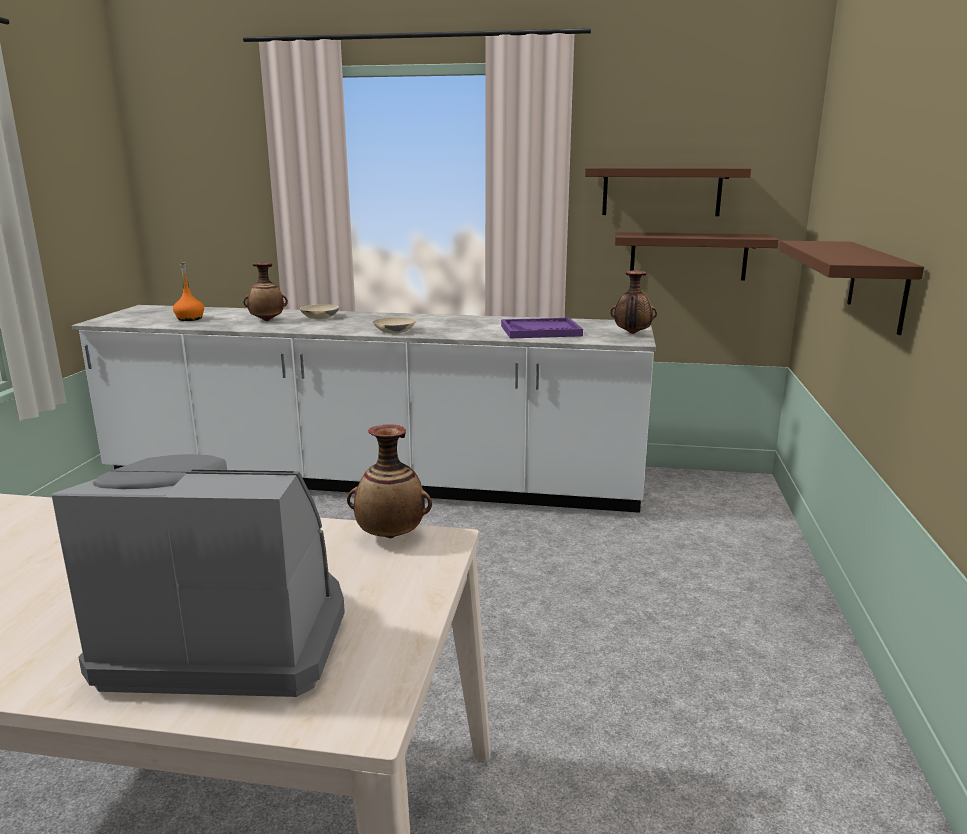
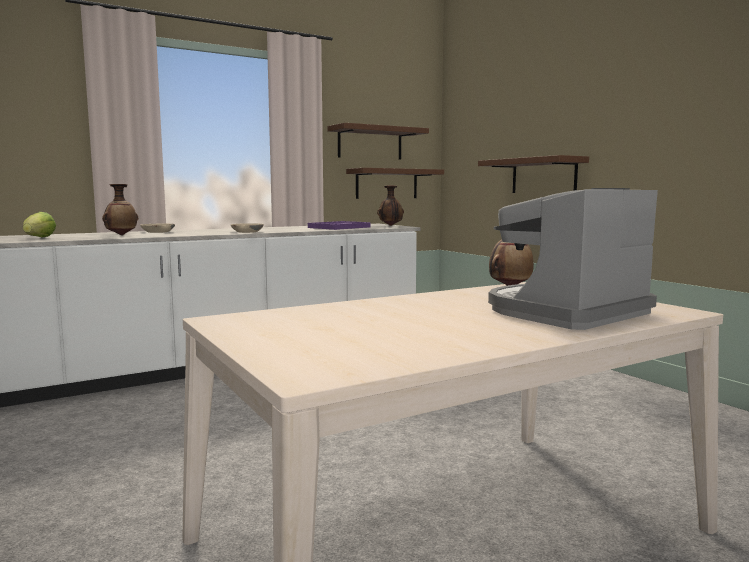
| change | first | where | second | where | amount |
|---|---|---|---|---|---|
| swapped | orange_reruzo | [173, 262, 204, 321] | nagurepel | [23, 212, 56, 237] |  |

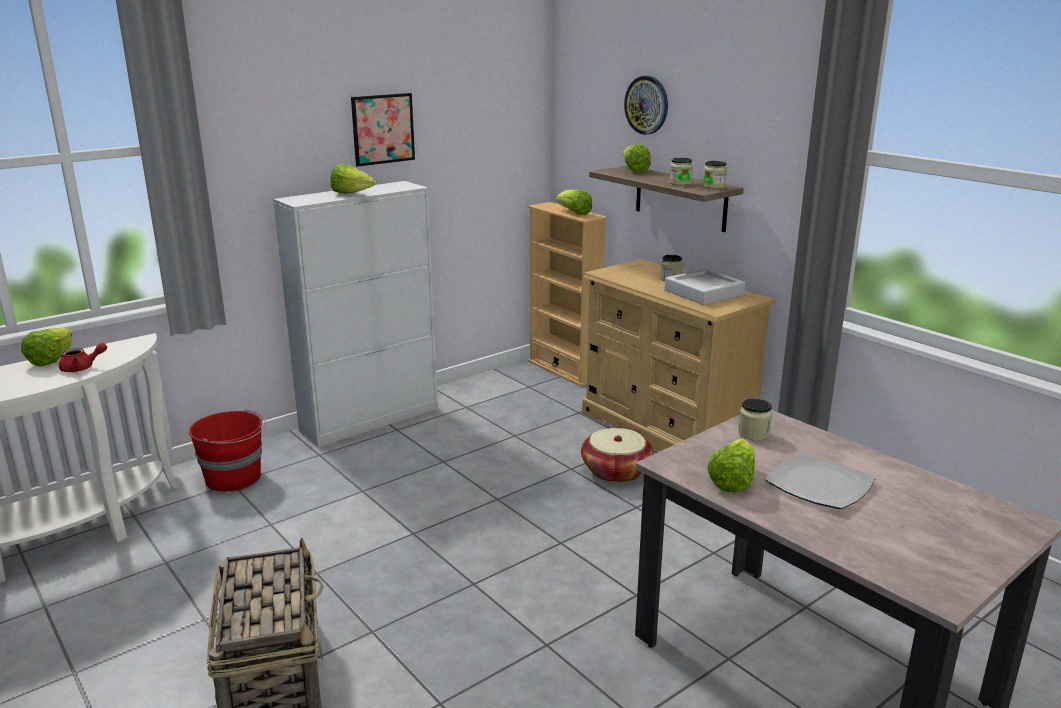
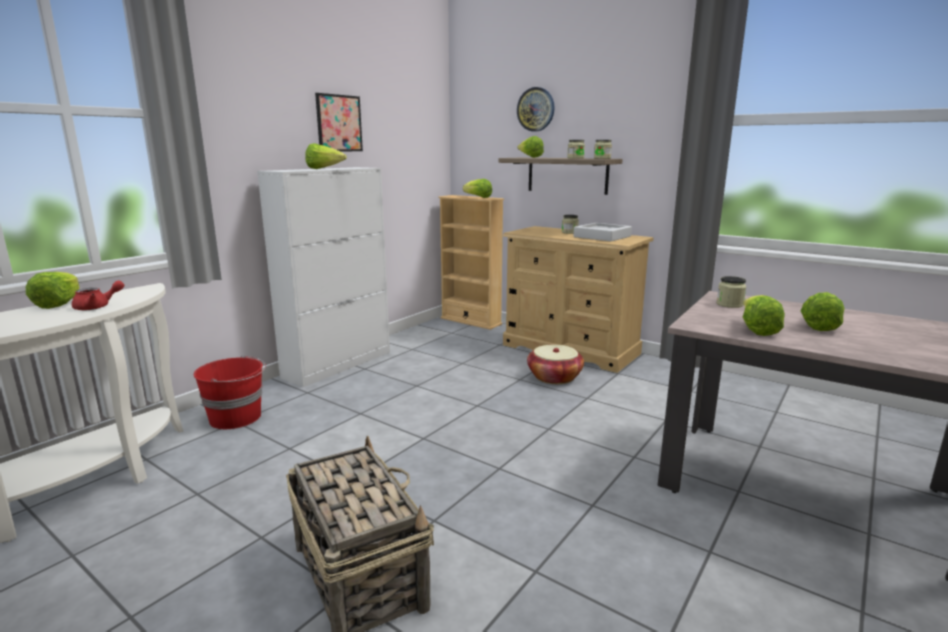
| change | first | where | second | where | amount |
|---|---|---|---|---|---|
| swapped | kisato | [765, 451, 876, 509] | nagurepel | [801, 292, 845, 331] |  |

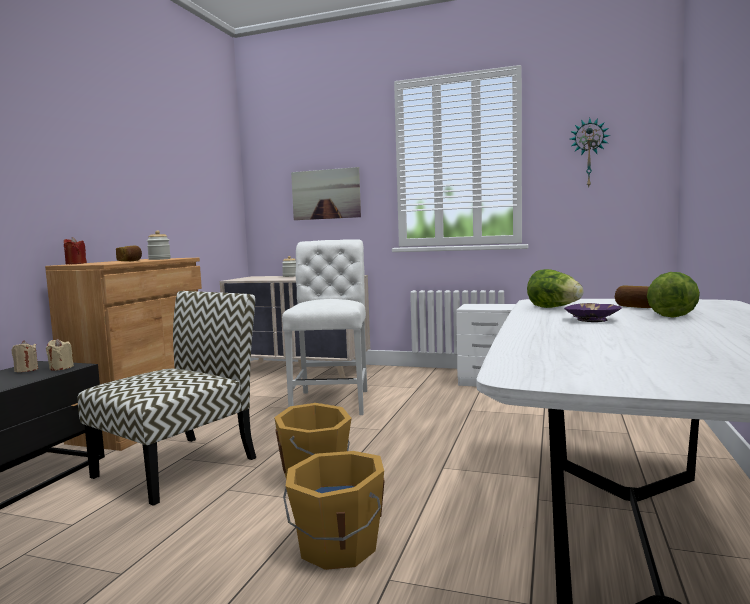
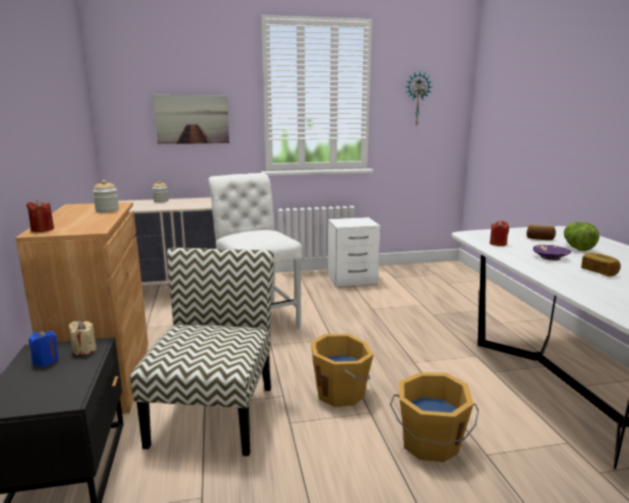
| change | first | where | second | where | amount |
|---|---|---|---|---|---|
| repainted | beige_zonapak | [11, 340, 38, 372] | blue_zonapak | [29, 330, 59, 366] |  |
| shifted | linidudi | [116, 246, 142, 261] |  | [581, 253, 621, 276] |  |
| swapped | nagurepel | [527, 269, 584, 308] | red_zonapak | [490, 220, 509, 246] |  |

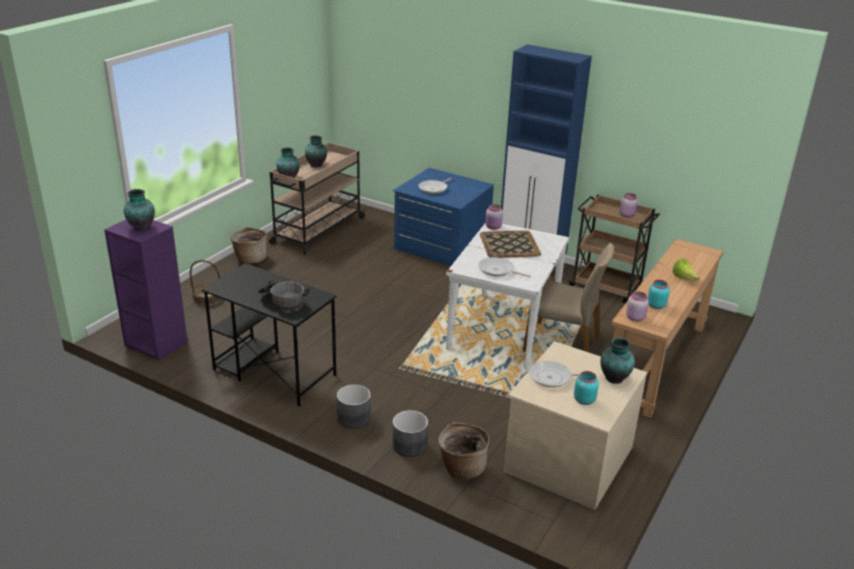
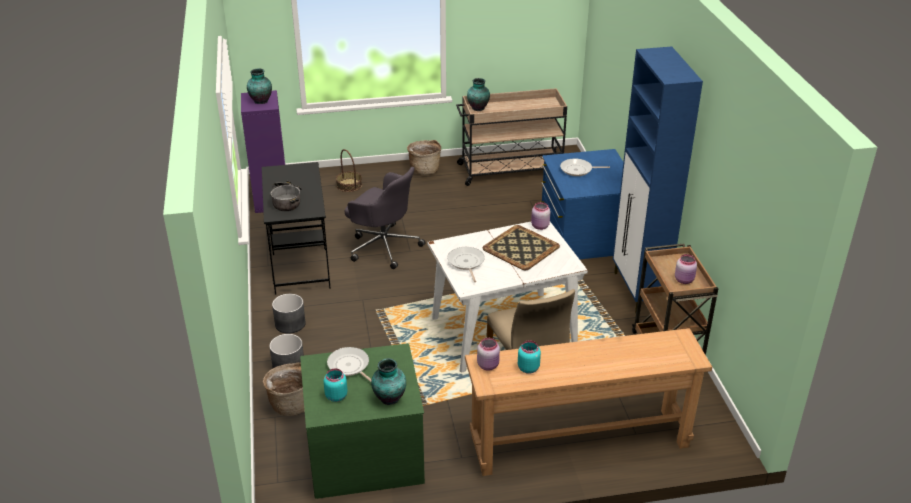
| change | first | where | second | where | amount |
|---|---|---|---|---|---|
| gone | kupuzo | [305, 135, 327, 167] |  |  |  |
| repainted | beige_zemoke | [504, 341, 647, 510] | green_zemoke | [300, 343, 425, 499] |  |
| gone | nagurepel | [672, 259, 700, 281] |  |  |  |
| new |  |  | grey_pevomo | [345, 167, 425, 269] |  |

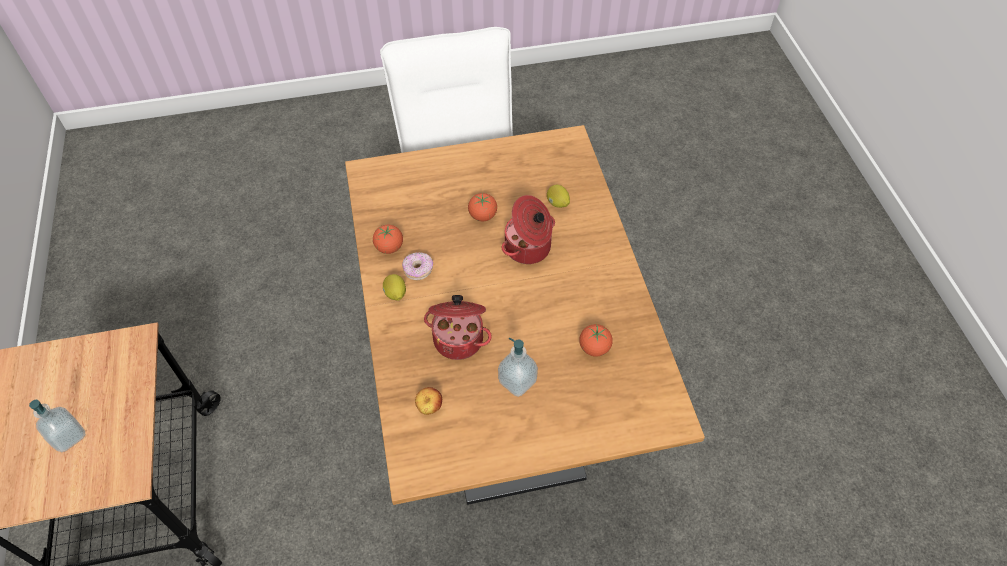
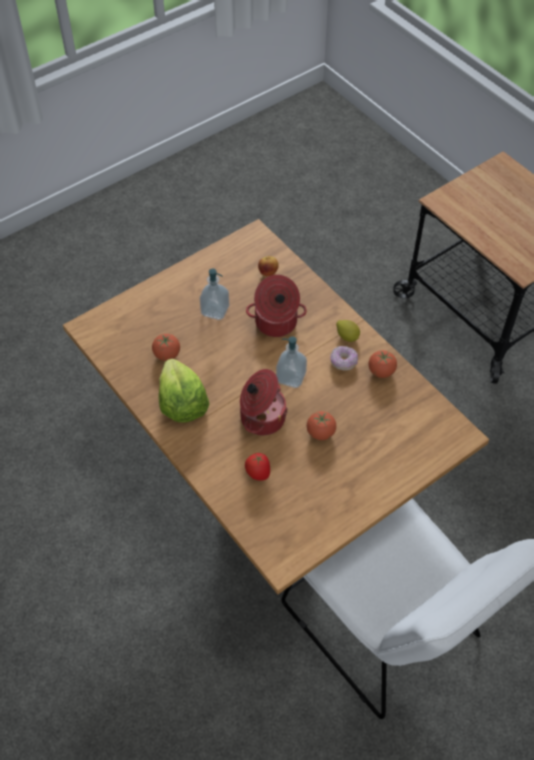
| change | first | where | second | where | amount |
|---|---|---|---|---|---|
| shifted | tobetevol | [29, 400, 85, 452] |  | [276, 336, 307, 388] |  |
| swapped | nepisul | [547, 185, 570, 208] | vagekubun | [245, 453, 270, 481] |  |
| new |  |  | nagurepel | [158, 359, 209, 422] |  |

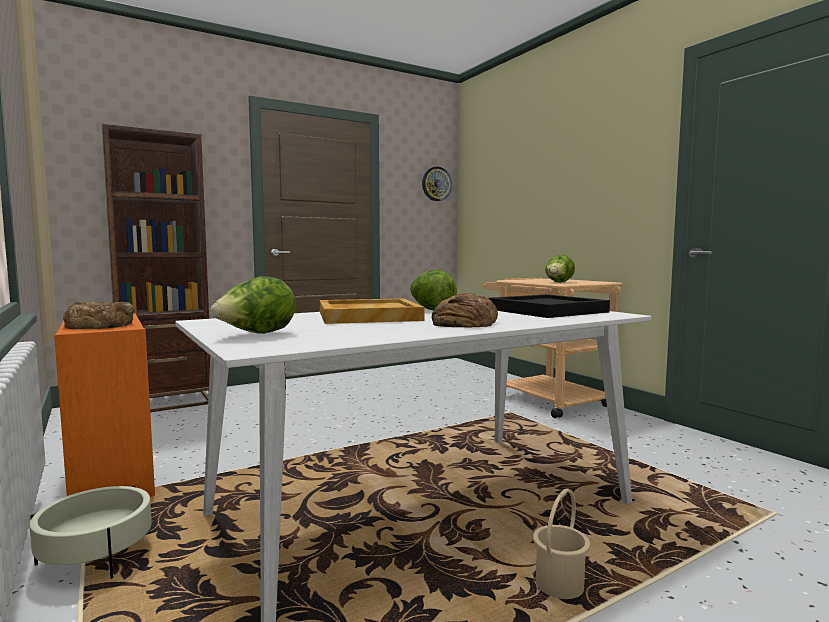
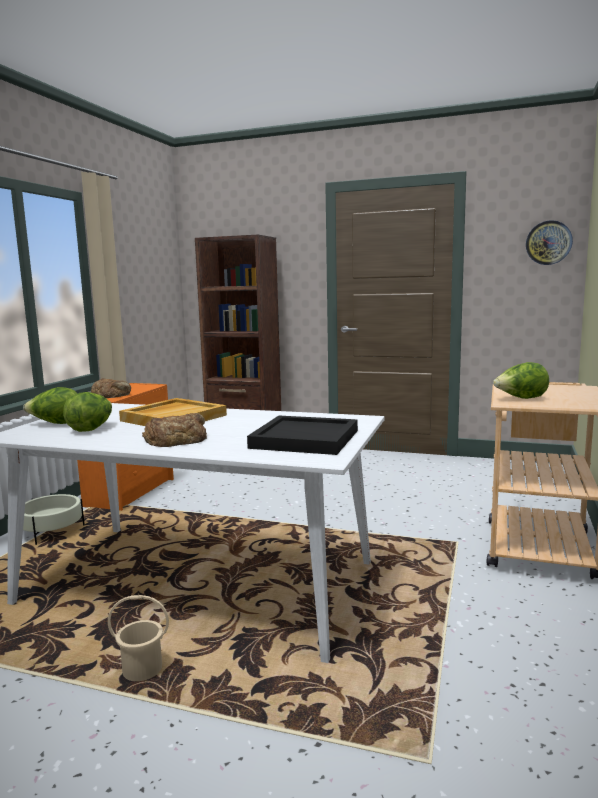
| change | first | where | second | where | amount |
|---|---|---|---|---|---|
| shifted | nagurepel | [410, 270, 457, 310] |  | [63, 392, 112, 432] |  |

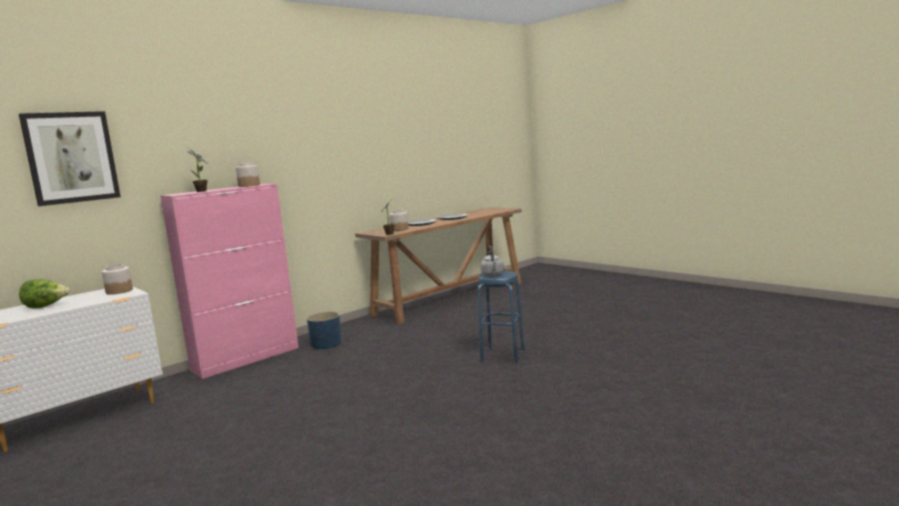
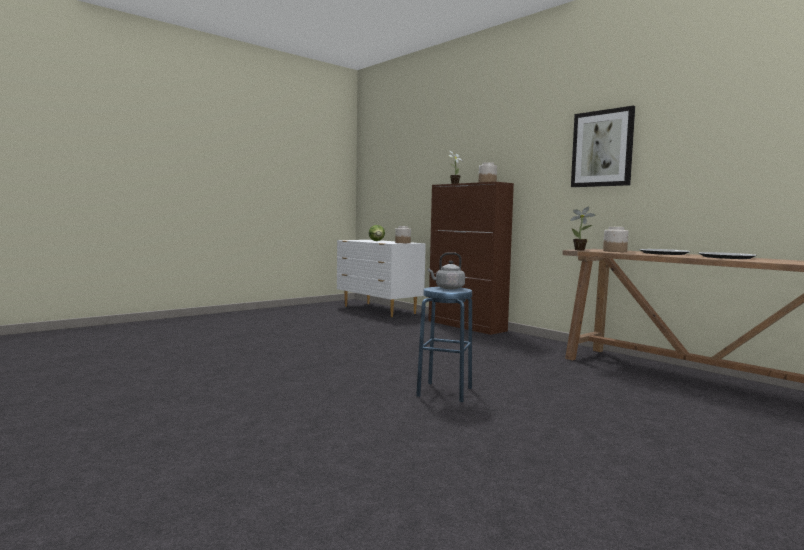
| change | first | where | second | where | amount |
|---|---|---|---|---|---|
| shifted | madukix | [19, 111, 121, 206] |  | [571, 106, 635, 187] |  |
| repainted | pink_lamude | [160, 184, 299, 379] | brown_lamude | [428, 182, 514, 335] |  |
| gone | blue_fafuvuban | [307, 312, 342, 349] |  |  |  |

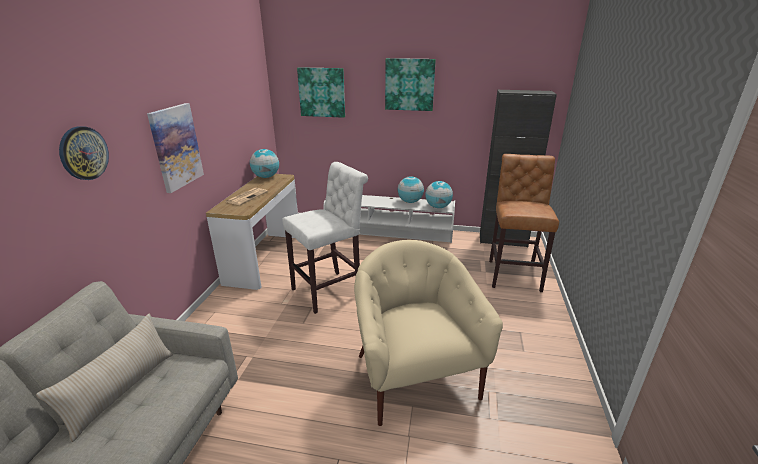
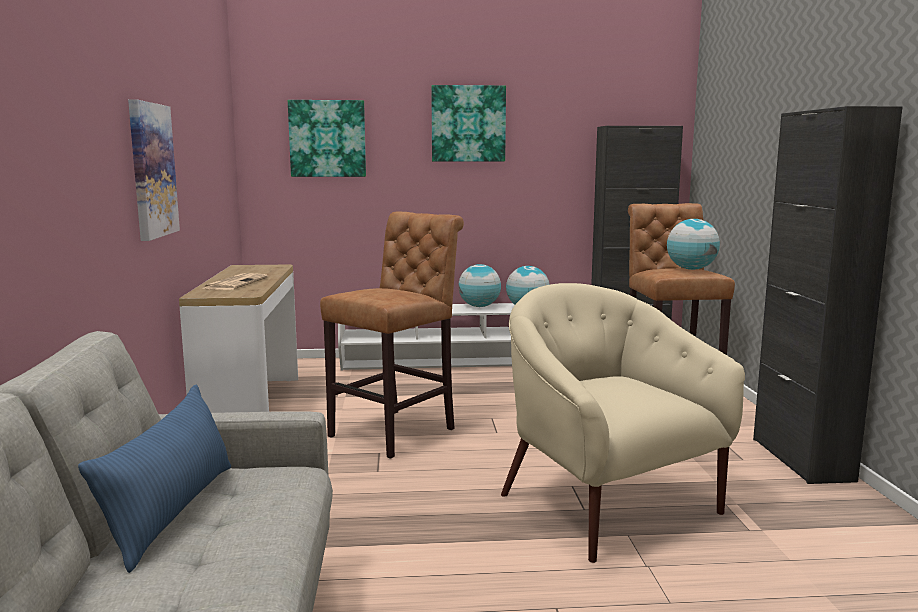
| change | first | where | second | where | amount |
|---|---|---|---|---|---|
| repainted | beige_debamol | [36, 314, 173, 442] | blue_debamol | [78, 385, 231, 573] |  |
| gone | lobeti | [59, 126, 109, 180] |  |  |  |
| shifted | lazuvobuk | [250, 149, 279, 178] |  | [667, 219, 720, 270] |  |
| repainted | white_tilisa | [282, 162, 368, 314] | brown_tilisa | [320, 212, 464, 459] |  |
| new |  |  | black_lamude | [753, 106, 902, 484] |  |

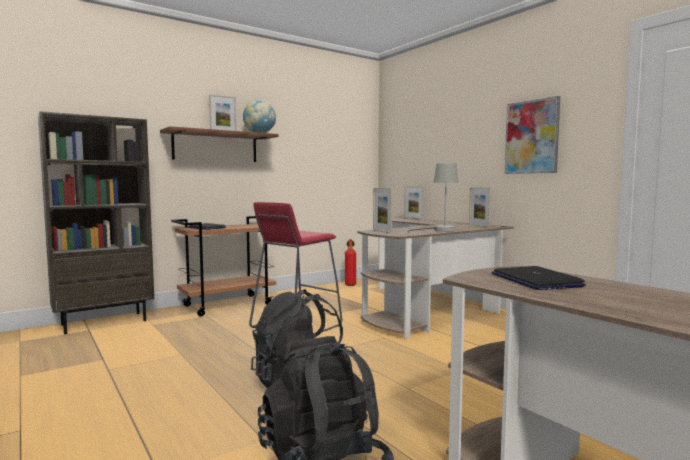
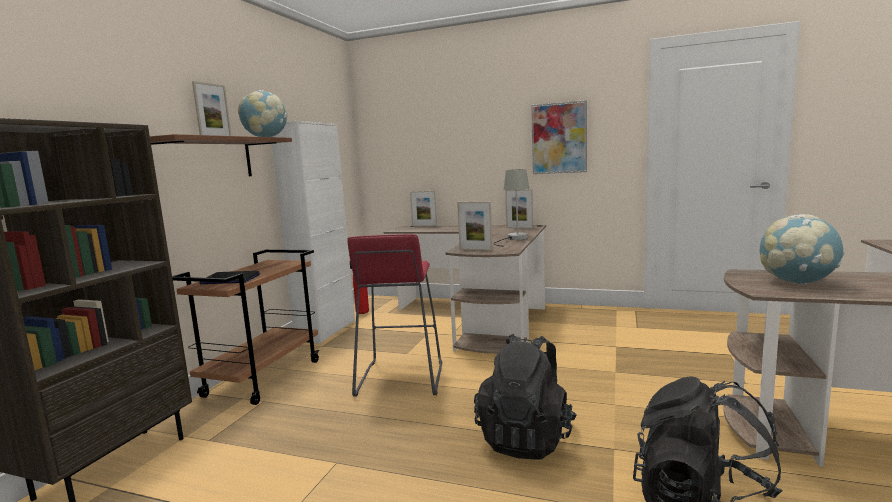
| change | first | where | second | where | amount |
|---|---|---|---|---|---|
| swapped | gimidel | [492, 266, 586, 290] | lazuvobuk | [760, 214, 845, 285] |  |
| new |  |  | white_lamude | [272, 121, 355, 344] |  |

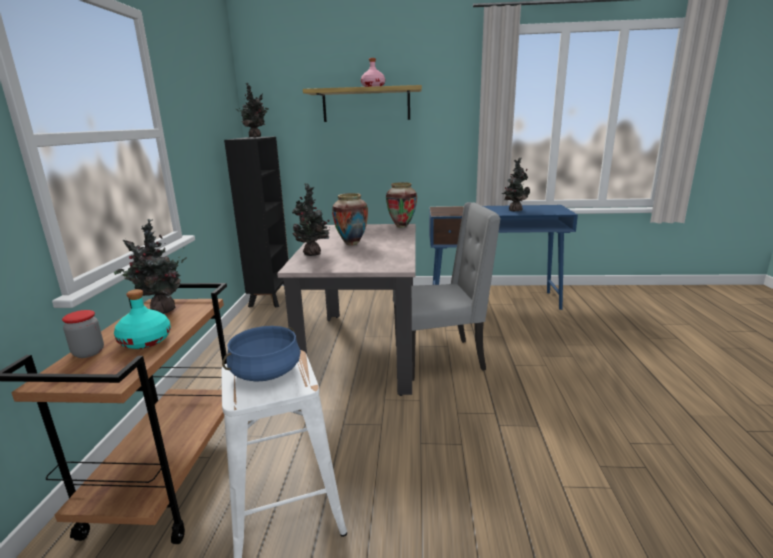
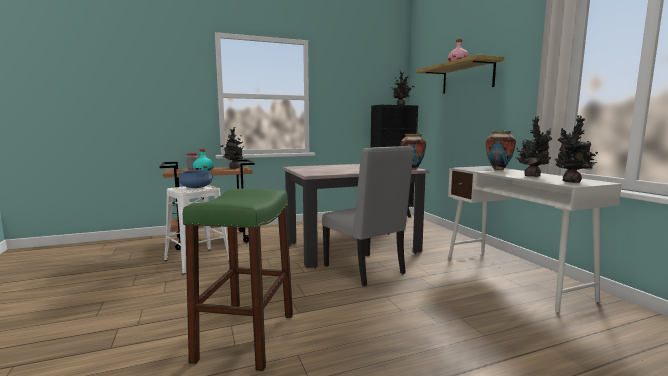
| change | first | where | second | where | amount |
|---|---|---|---|---|---|
| shifted | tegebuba | [292, 183, 330, 256] |  | [555, 115, 598, 183] |  |
| shifted | kupuzo | [332, 193, 368, 246] |  | [486, 131, 516, 170] |  |
| repainted | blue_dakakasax | [429, 205, 578, 310] | white_dakakasax | [448, 166, 622, 312] |  |
| new |  |  | green_tilisa | [183, 188, 293, 371] |  |

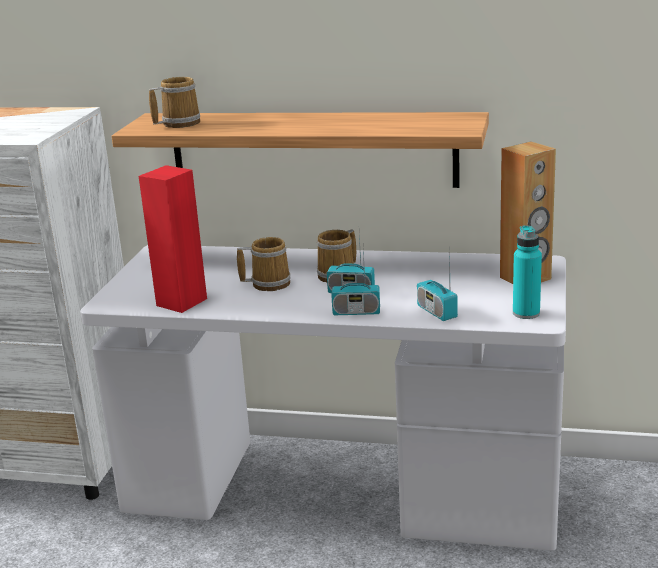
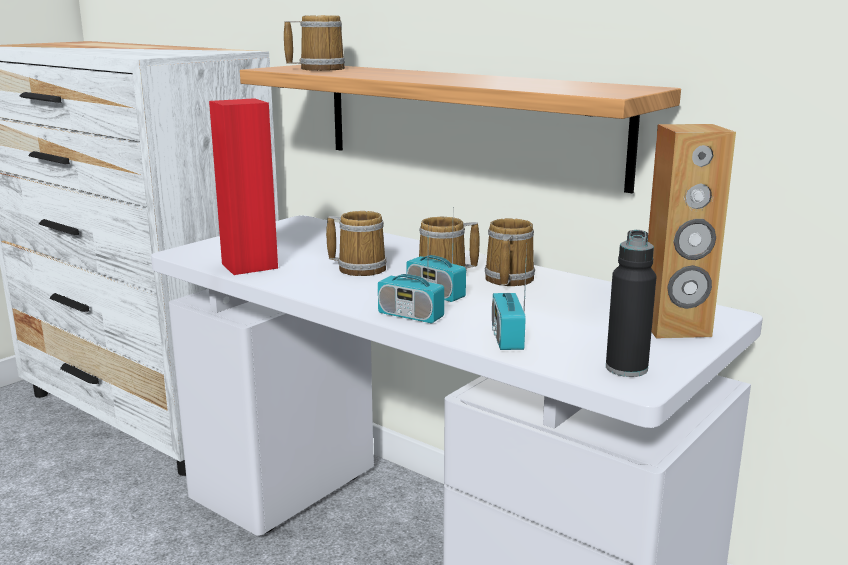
| change | first | where | second | where | amount |
|---|---|---|---|---|---|
| repainted | turquoise_reruzo | [513, 225, 542, 319] | black_reruzo | [606, 230, 657, 377] |  |
| new |  |  | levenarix | [484, 218, 535, 286] |  |

